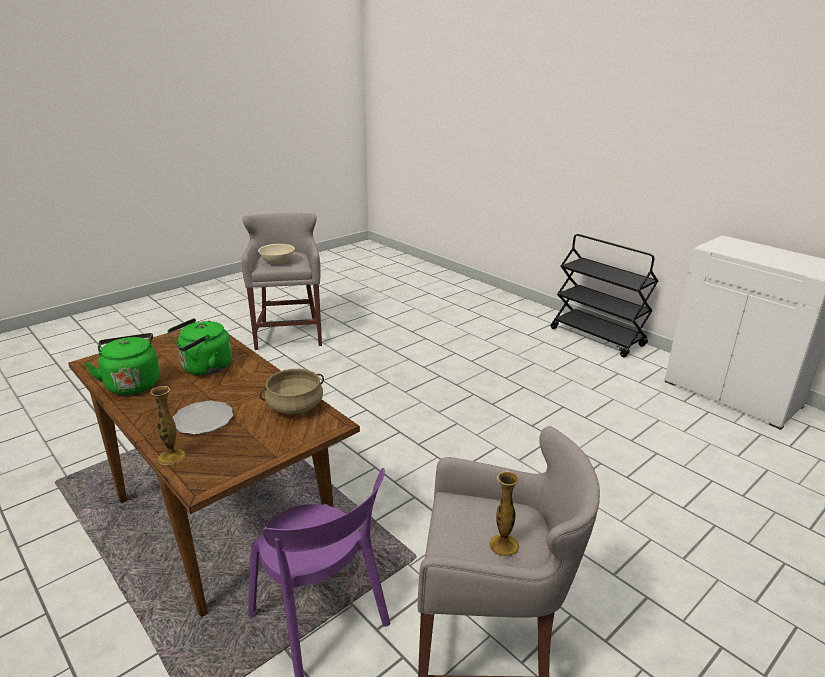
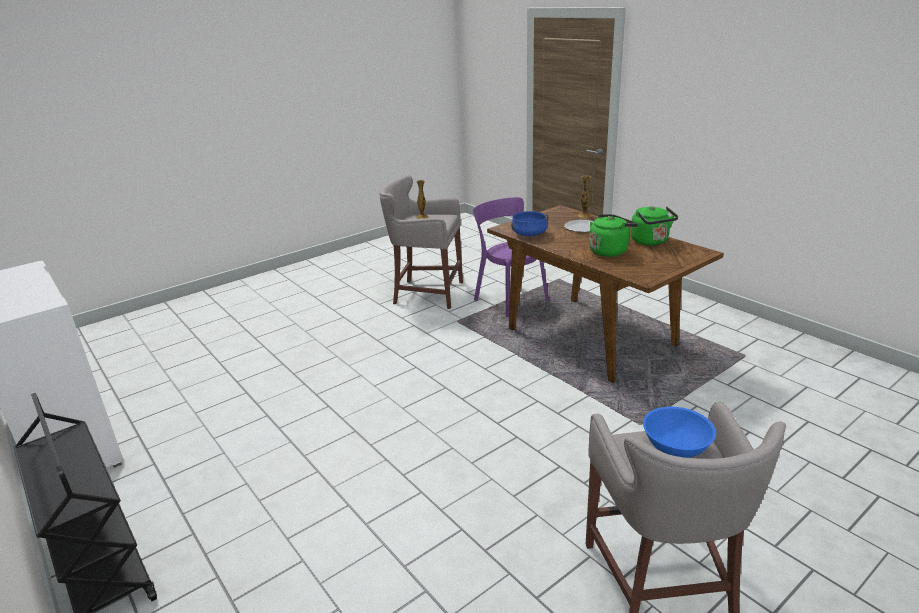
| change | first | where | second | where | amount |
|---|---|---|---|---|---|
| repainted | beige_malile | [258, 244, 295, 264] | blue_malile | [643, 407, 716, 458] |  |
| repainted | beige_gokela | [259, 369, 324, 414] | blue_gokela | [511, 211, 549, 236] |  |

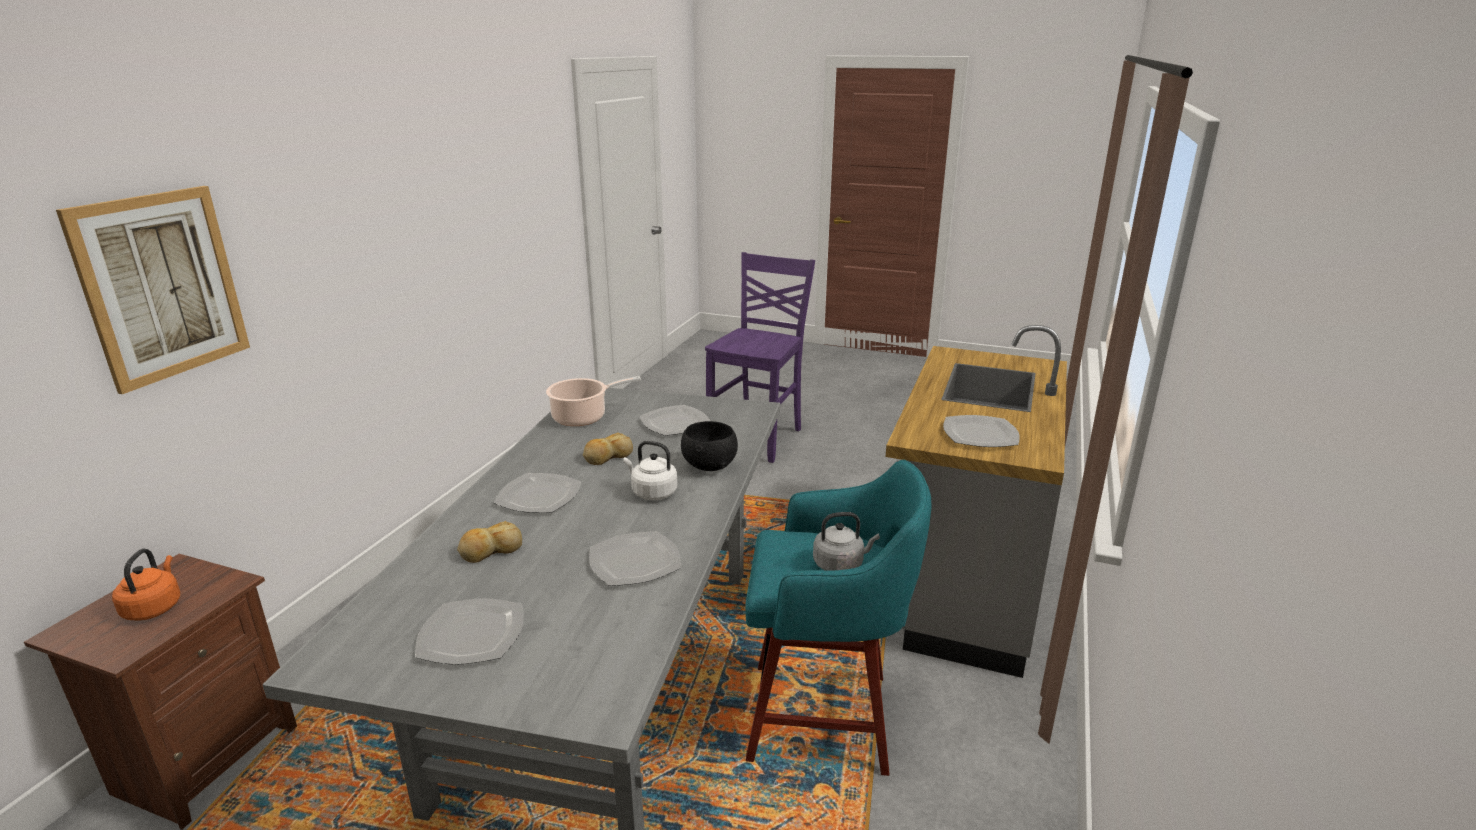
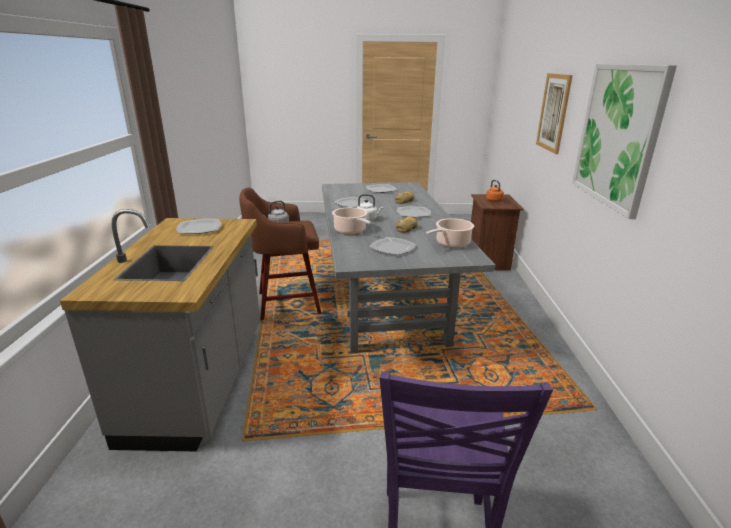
| change | first | where | second | where | amount |
|---|---|---|---|---|---|
| swapped | black_malile | [681, 421, 738, 471] | gokela | [332, 207, 372, 235] |  |
| repainted | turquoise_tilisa | [746, 460, 931, 776] | brown_tilisa | [239, 187, 321, 320] |  |
| new |  |  | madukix | [572, 64, 677, 219] |  |

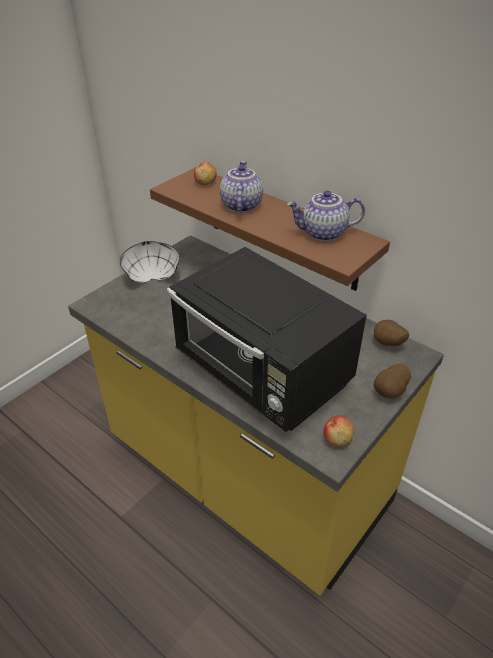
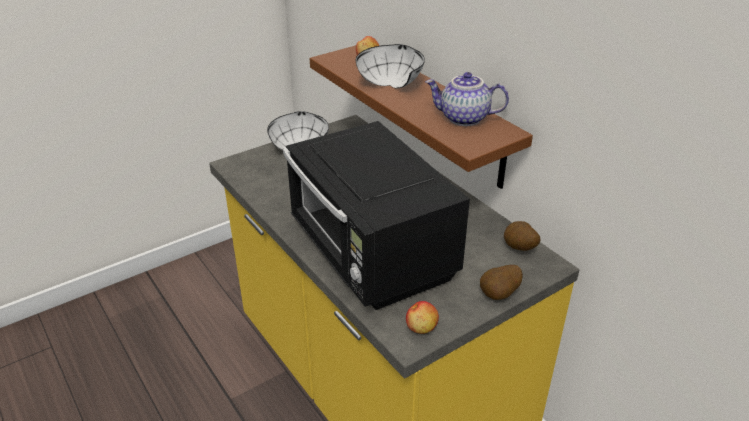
| change | first | where | second | where | amount |
|---|---|---|---|---|---|
| swapped | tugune | [220, 161, 263, 212] | white_malile | [356, 44, 425, 89] |  |

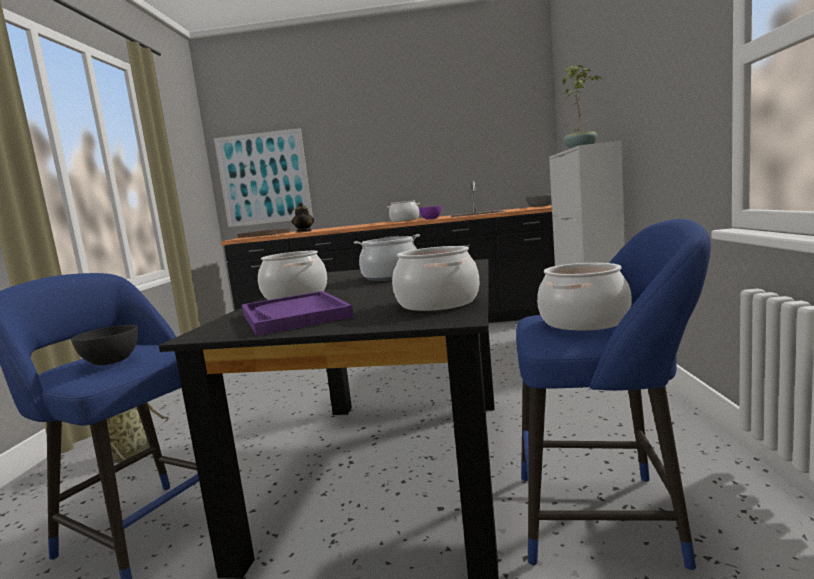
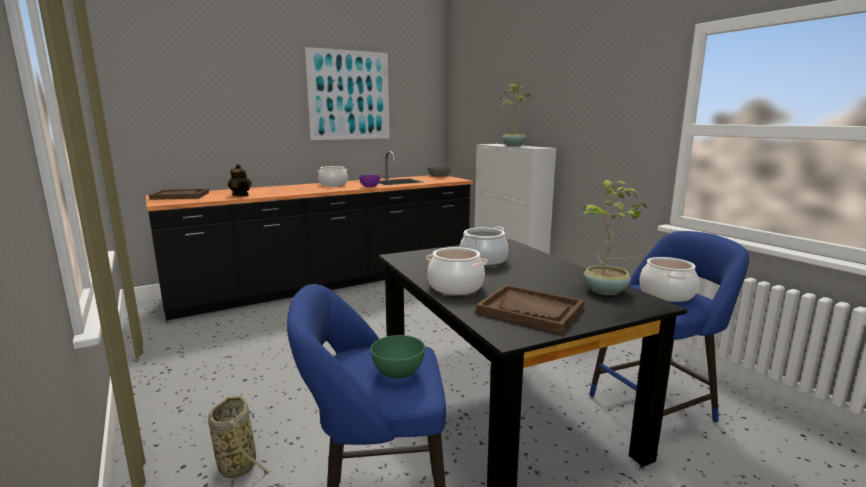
| change | first | where | second | where | amount |
|---|---|---|---|---|---|
| repainted | grey_malile | [71, 325, 138, 365] | green_malile | [371, 335, 425, 379] |  |
| shifted | madukix | [214, 128, 313, 227] |  | [305, 47, 390, 140] |  |
| repainted | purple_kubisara | [242, 291, 354, 336] | brown_kubisara | [476, 285, 584, 333] |  |
| swapped | gokela | [392, 246, 480, 311] | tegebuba | [583, 180, 647, 295] |  |

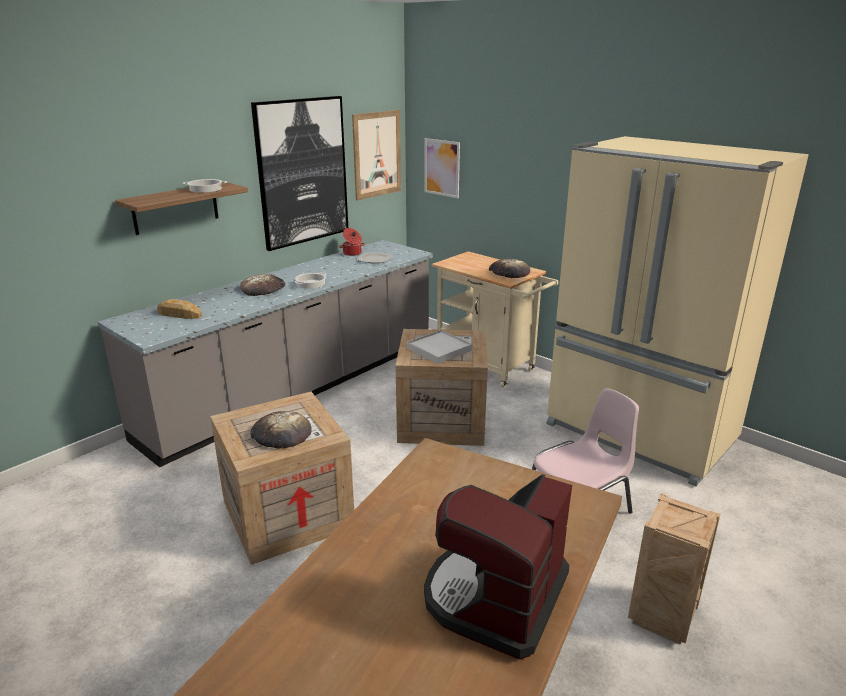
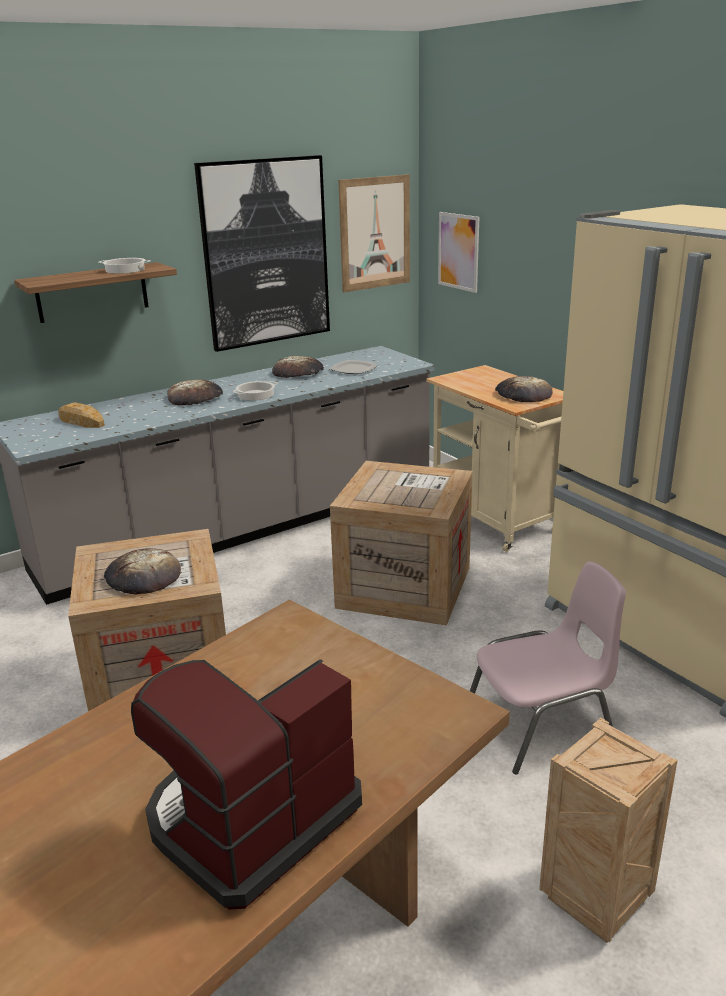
| change | first | where | second | where | amount |
|---|---|---|---|---|---|
| gone | gokela | [339, 228, 365, 256] |  |  |  |
| gone | white_kubisara | [407, 330, 473, 364] |  |  |  |
| new |  |  | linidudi | [272, 356, 324, 378] |  |

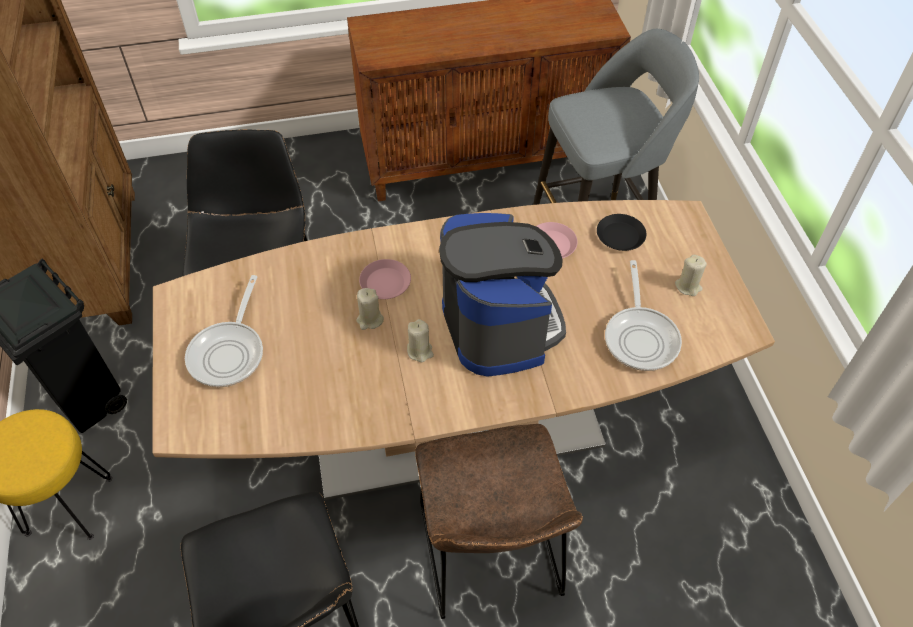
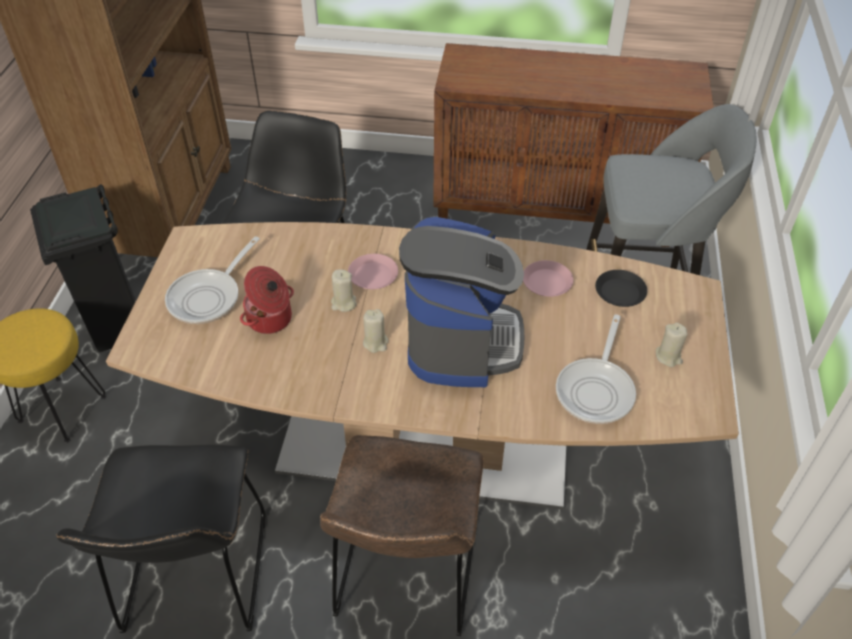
| change | first | where | second | where | amount |
|---|---|---|---|---|---|
| new |  |  | gokela | [240, 266, 294, 334] |  |

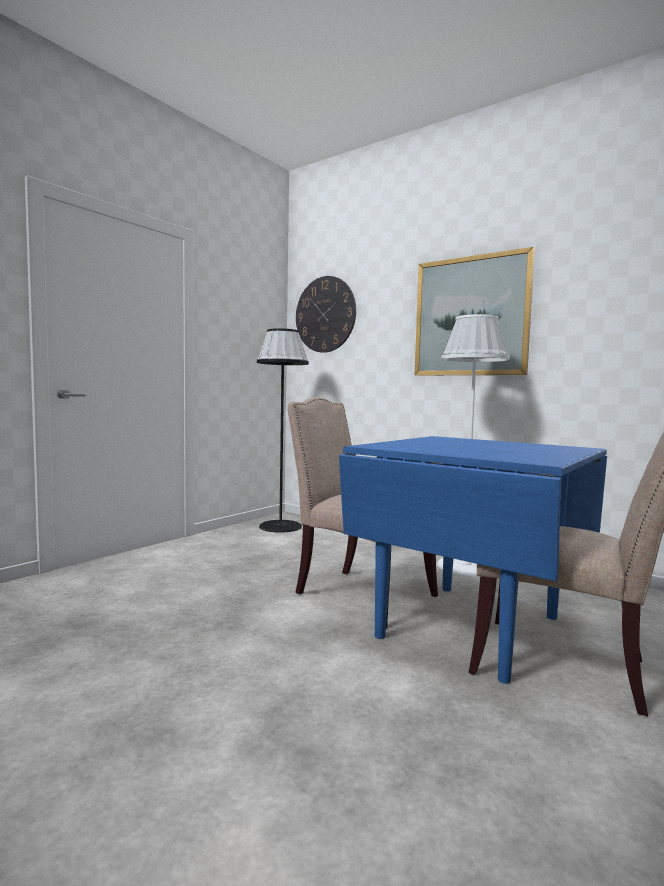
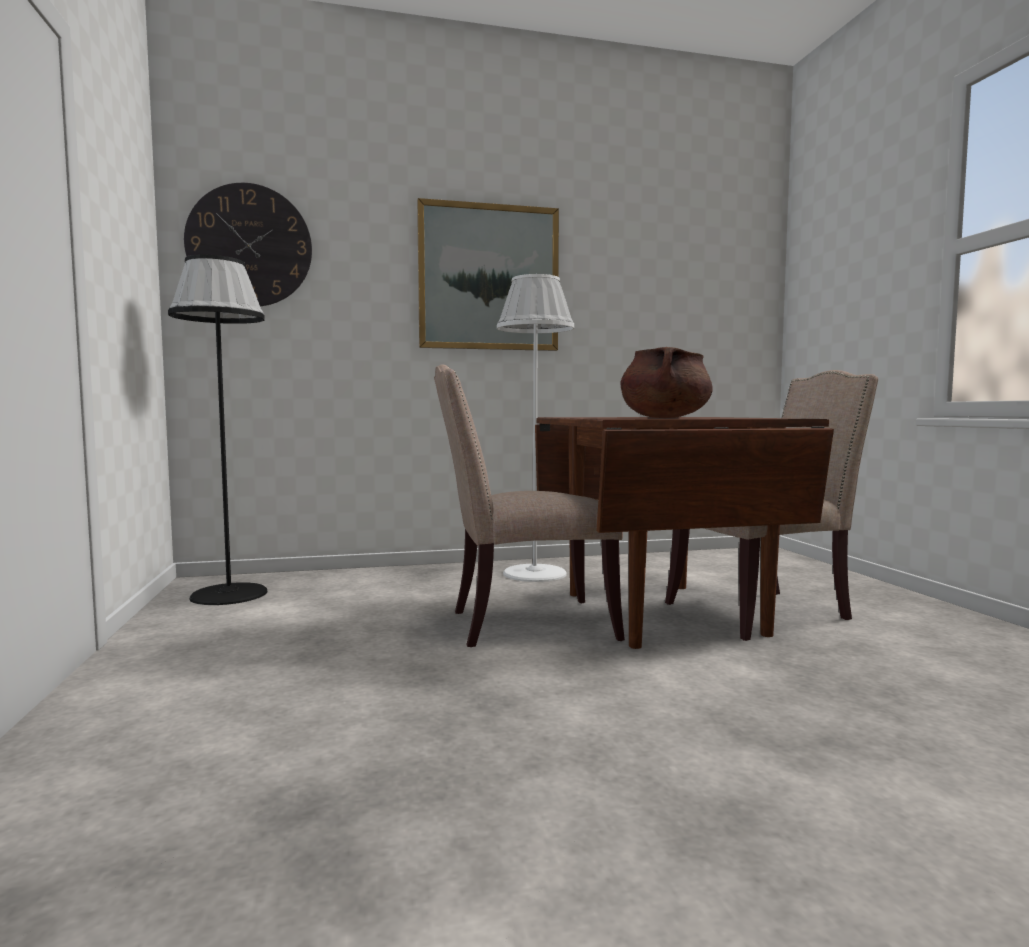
| change | first | where | second | where | amount |
|---|---|---|---|---|---|
| repainted | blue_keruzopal | [339, 436, 607, 684] | brown_keruzopal | [535, 417, 834, 649] |  |
| new |  |  | brown_gokela | [620, 347, 713, 418] |  |

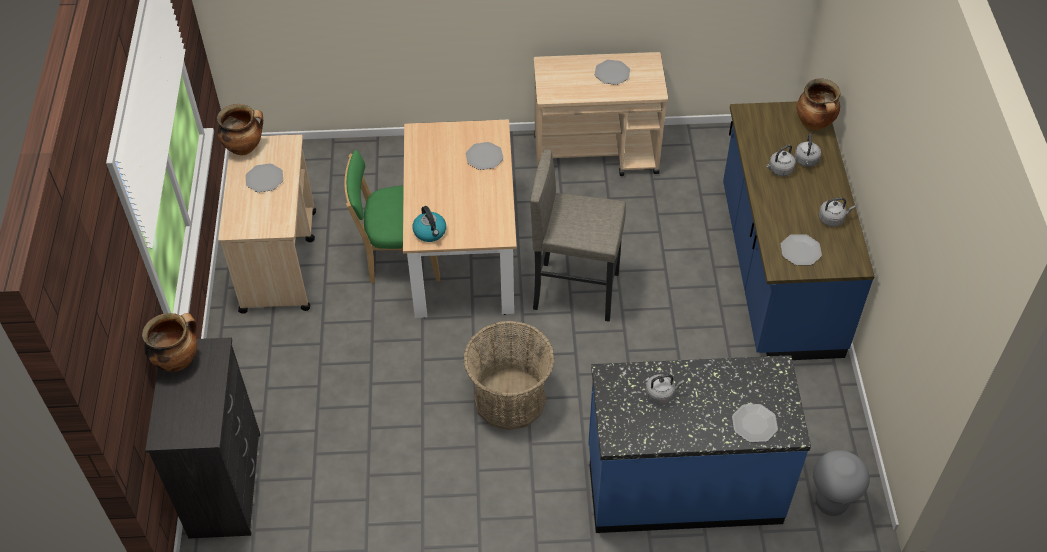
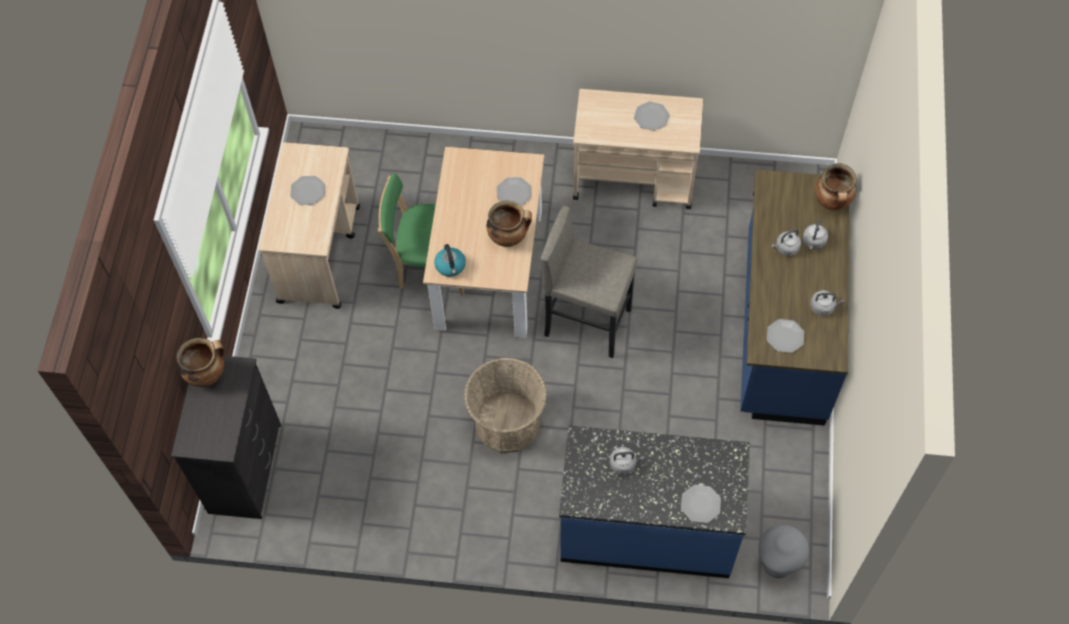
| change | first | where | second | where | amount |
|---|---|---|---|---|---|
| shifted | gokela | [217, 104, 263, 155] |  | [487, 201, 532, 247] |  |

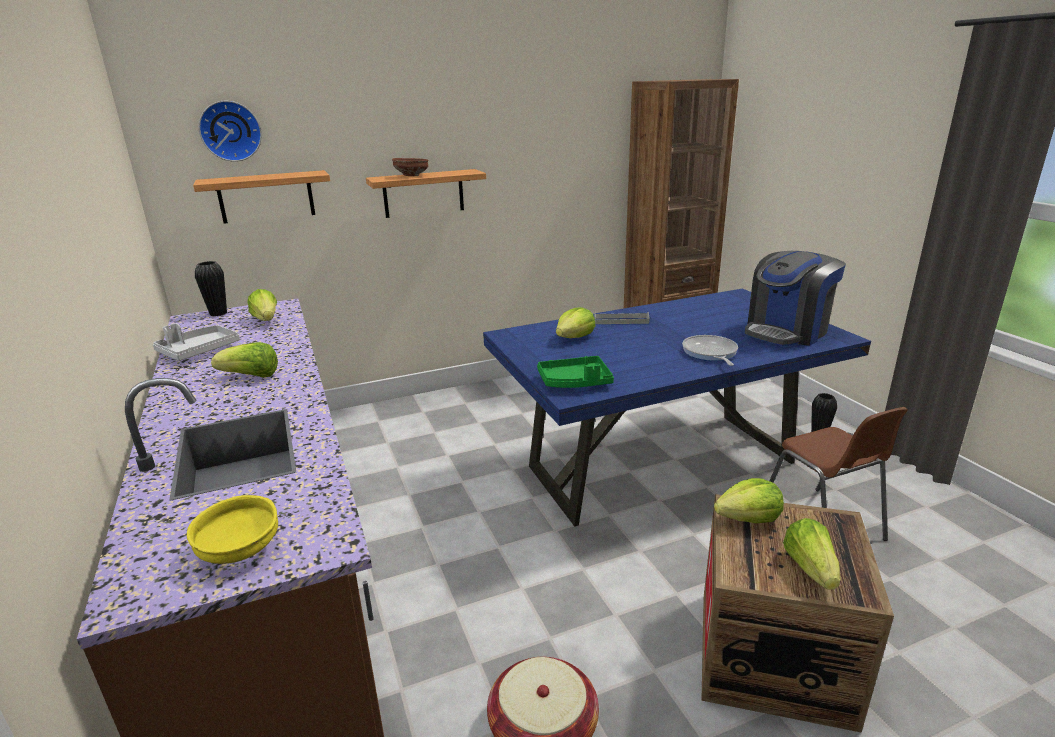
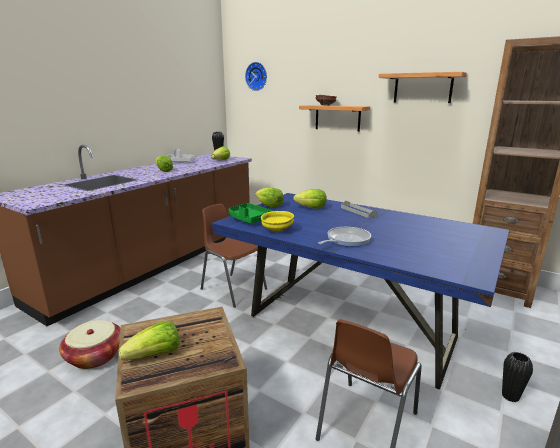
| change | first | where | second | where | amount |
|---|---|---|---|---|---|
| shifted | yellow_malile | [187, 495, 278, 564] |  | [261, 211, 294, 232] |  |
| shifted | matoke | [193, 170, 330, 224] |  | [379, 72, 467, 103] |  |
| shifted | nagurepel | [714, 478, 784, 523] |  | [255, 188, 284, 208] |  |
| gone | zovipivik | [745, 251, 846, 346] |  |  |  |
| new |  |  | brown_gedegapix | [201, 204, 267, 308] |  |

